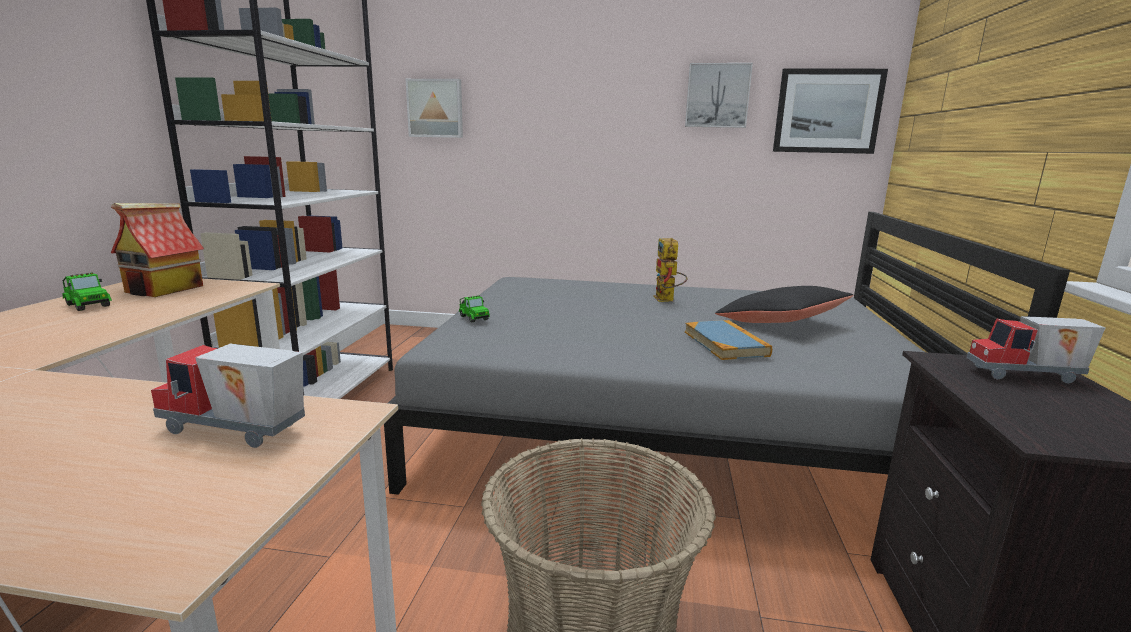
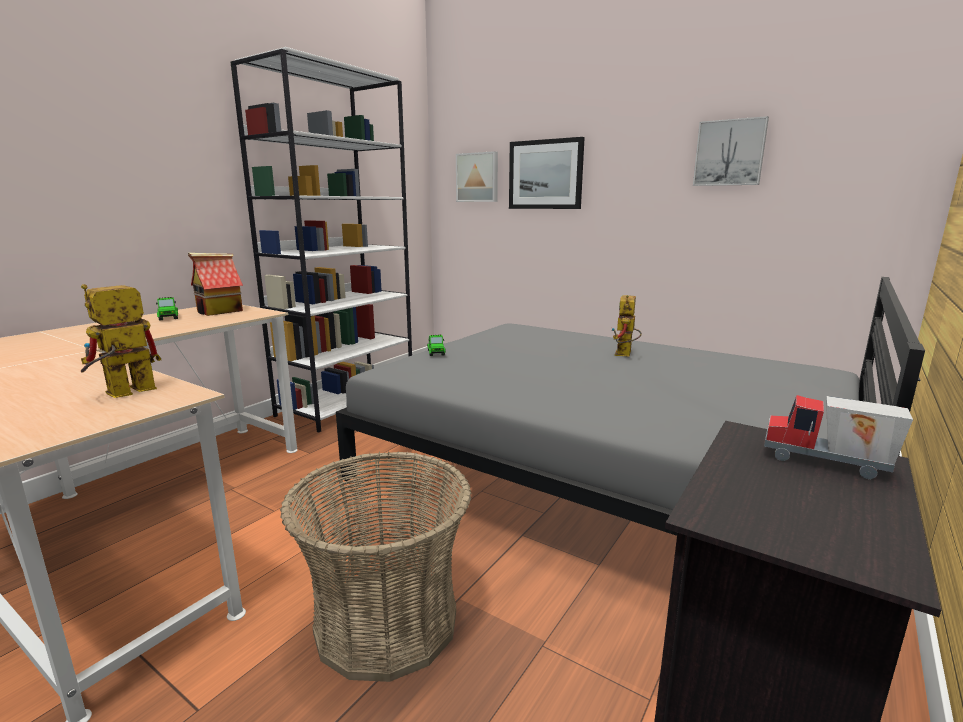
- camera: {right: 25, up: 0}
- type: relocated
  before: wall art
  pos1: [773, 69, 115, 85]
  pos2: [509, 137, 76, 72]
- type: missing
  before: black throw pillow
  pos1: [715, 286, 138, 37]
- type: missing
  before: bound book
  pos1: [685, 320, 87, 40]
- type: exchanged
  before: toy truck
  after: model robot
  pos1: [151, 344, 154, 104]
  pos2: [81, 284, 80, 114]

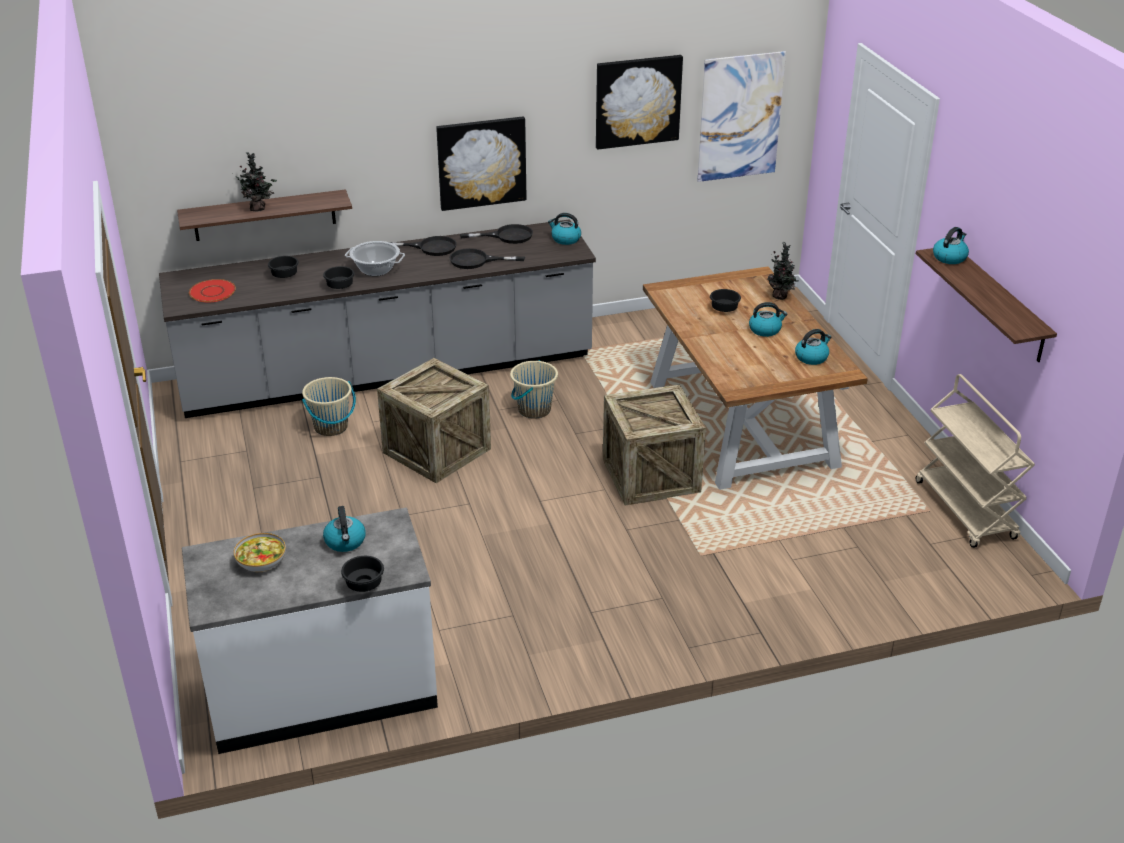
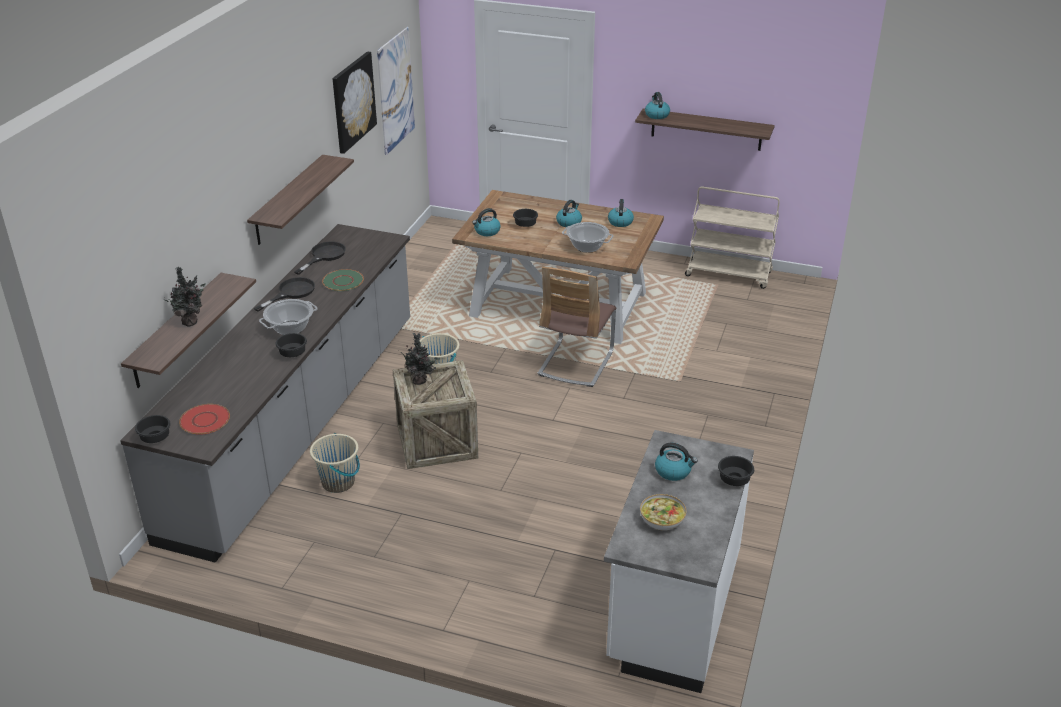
- camera: {right: -55, up: 0}
- type: exchanged
  before: wall art
  after: shelf
  pos1: [436, 117, 91, 94]
  pos2: [247, 155, 107, 90]
- type: relocated
  before: kettle
  pos1: [548, 213, 33, 32]
  pos2: [472, 208, 29, 28]
- type: relocated
  before: potted plant
  pos1: [767, 241, 31, 59]
  pos2: [401, 333, 39, 52]
- type: exchanged
  before: black pan
  after: green-coloured dinner plate
  pos1: [449, 248, 76, 21]
  pos2: [322, 269, 42, 22]
- type: relocated
  before: black deep dish
  pos1: [268, 256, 31, 22]
  pos2: [135, 415, 35, 28]
- type: exchanged
  before: packing crate
  after: upright chair
  pos1: [603, 385, 103, 120]
  pos2: [538, 267, 78, 120]
- type: appeared
  after: saucepot
  pos2: [562, 222, 51, 31]

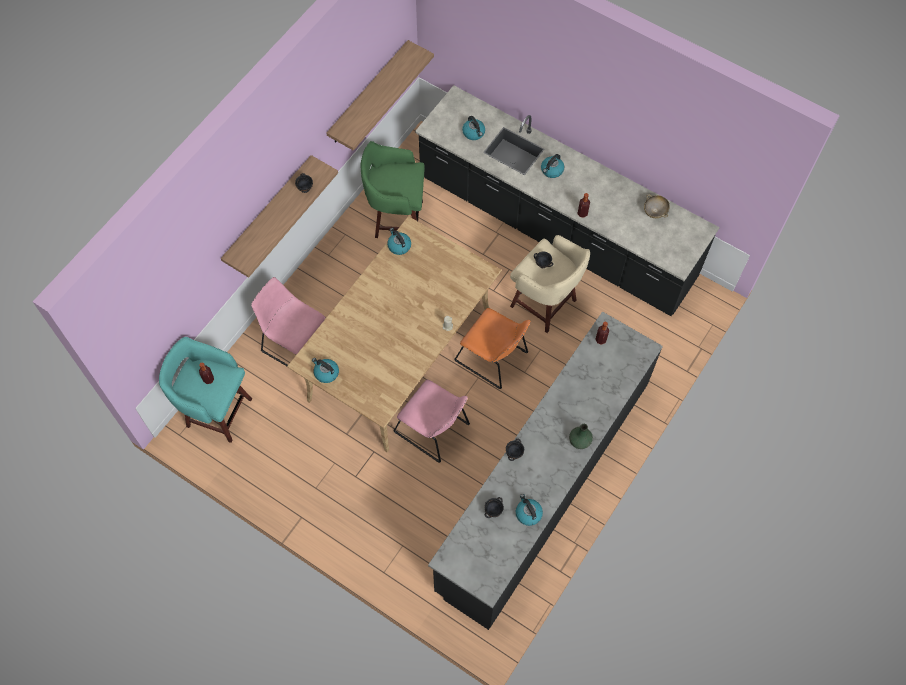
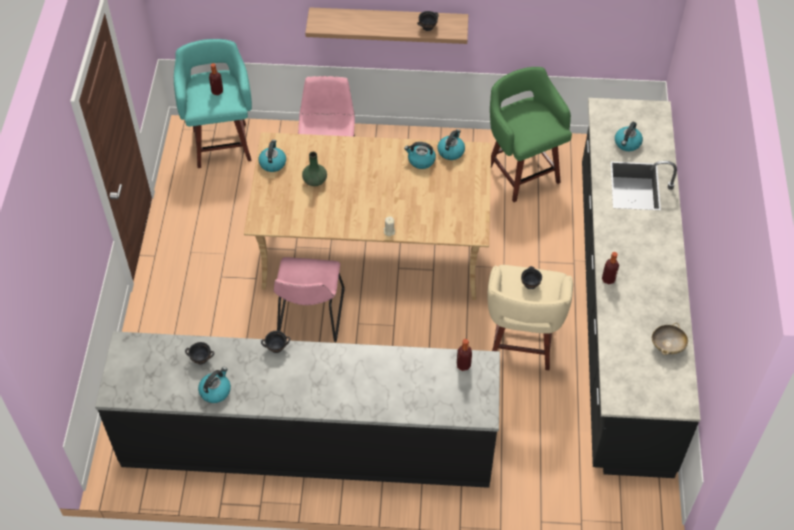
- camera: {right: 60, up: -10}
- type: missing
  before: shelf
  pos1: [326, 40, 108, 111]
- type: relocated
  before: kettle
  pos1: [541, 154, 23, 24]
  pos2: [404, 142, 32, 27]
- type: missing
  before: orangey upright chair
  pos1: [454, 308, 77, 81]
- type: relocated
  before: green-coloured vase
  pos1: [569, 424, 24, 25]
  pos2: [302, 152, 25, 34]

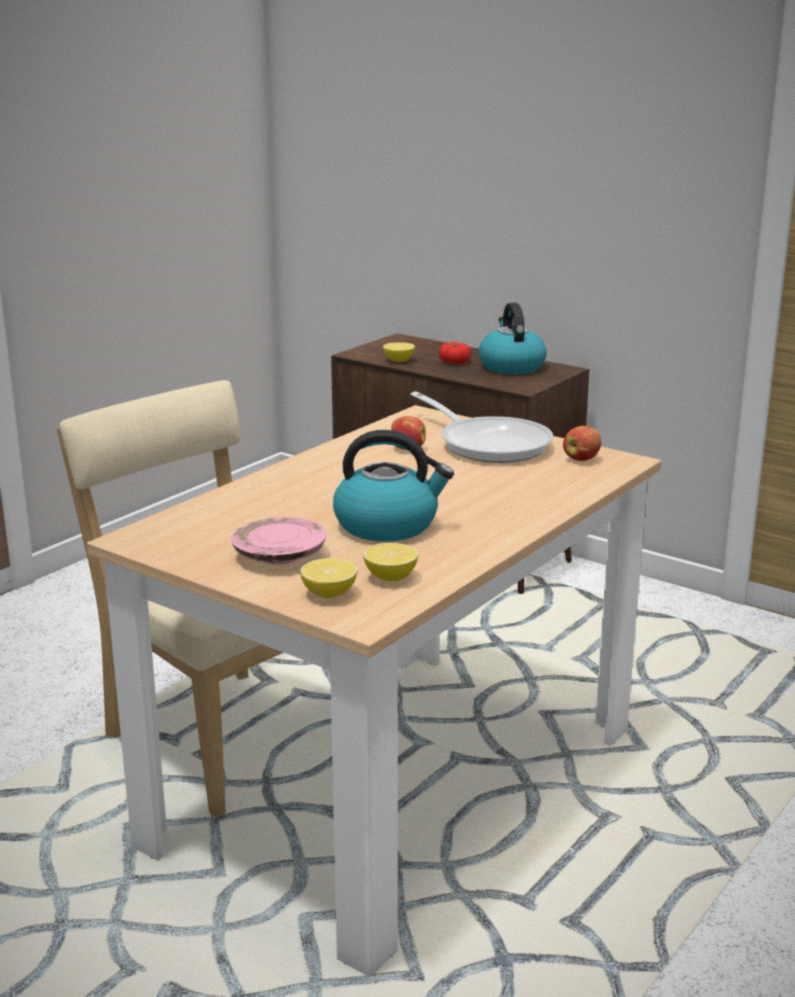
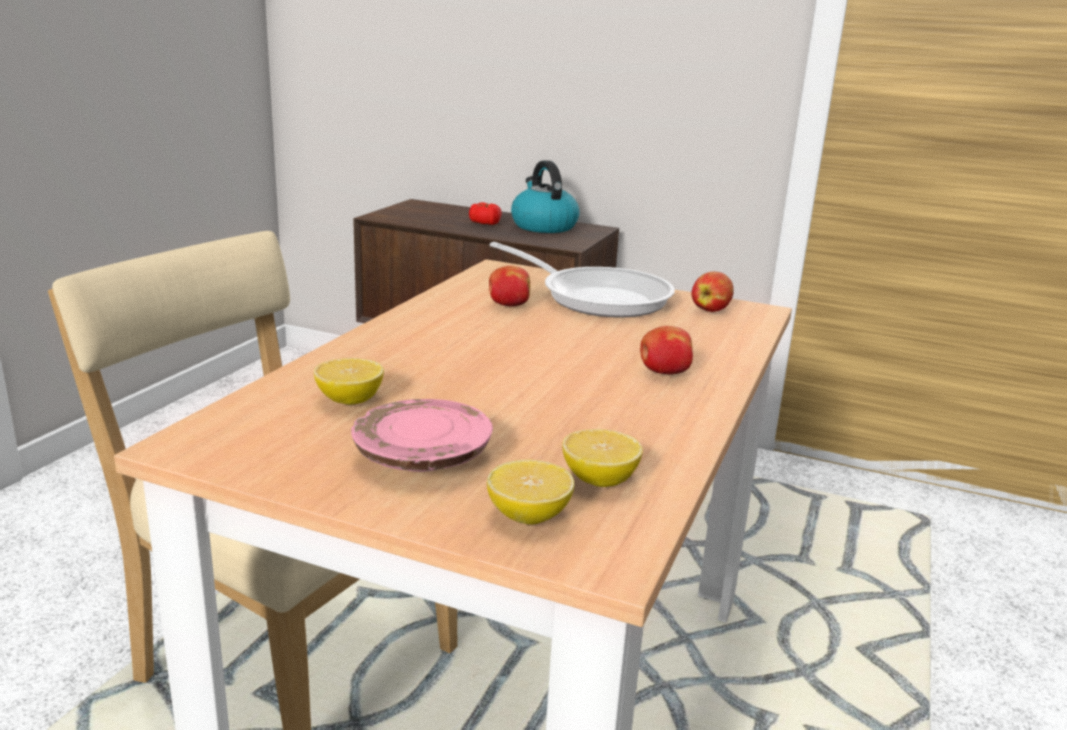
- camera: {right: -15, up: 0}
- type: relocated
  before: lemon
  pos1: [383, 342, 32, 20]
  pos2: [314, 358, 70, 47]
- type: missing
  before: kettle
  pos1: [333, 430, 121, 111]
- type: appeared
  after: whole apple
  pos2: [640, 326, 53, 49]

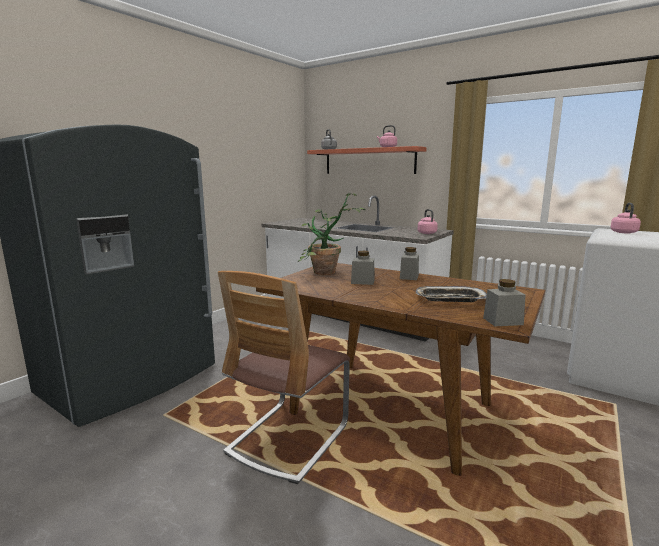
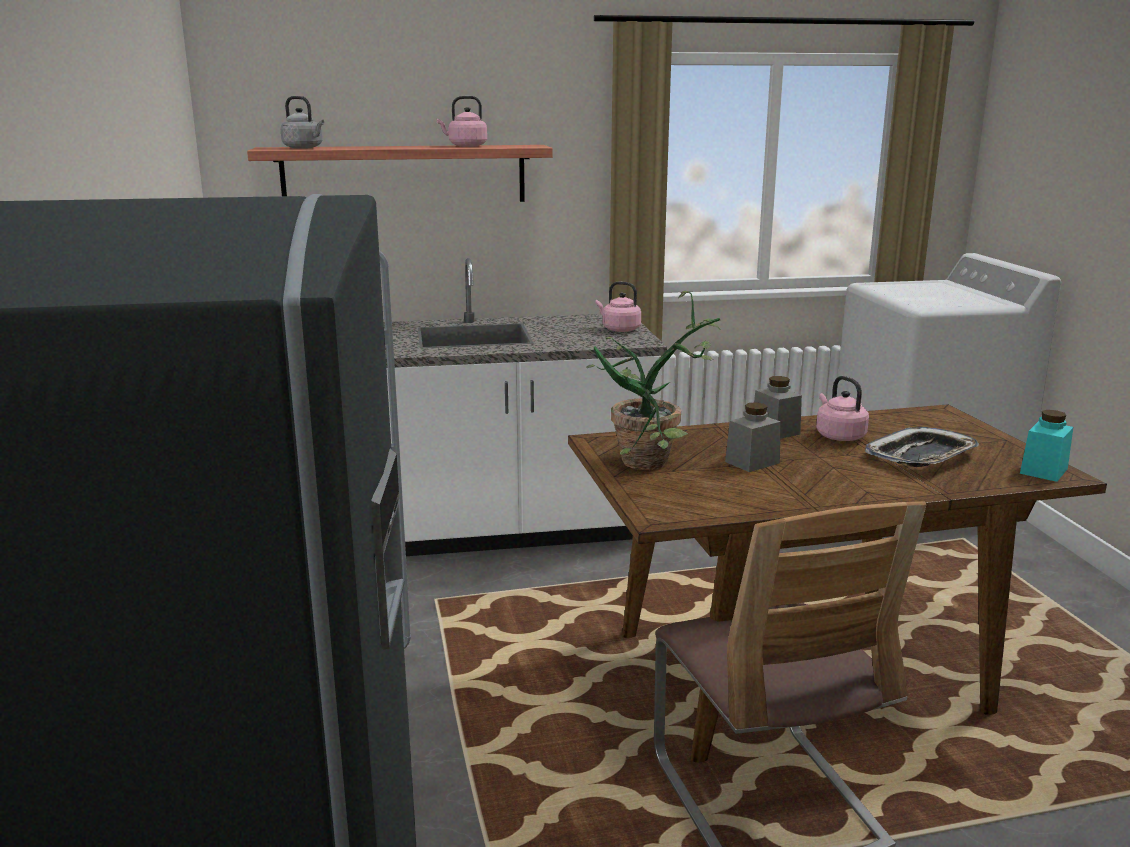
- camera: {right: -45, up: 5}
- type: relocated
  before: pinkish kettle
  pos1: [611, 203, 30, 30]
  pos2: [816, 376, 53, 65]
- type: colour
  before: greyish preserve jar
  after: turquoise preserve jar
  pos1: [483, 279, 43, 47]
  pos2: [1020, 410, 53, 72]

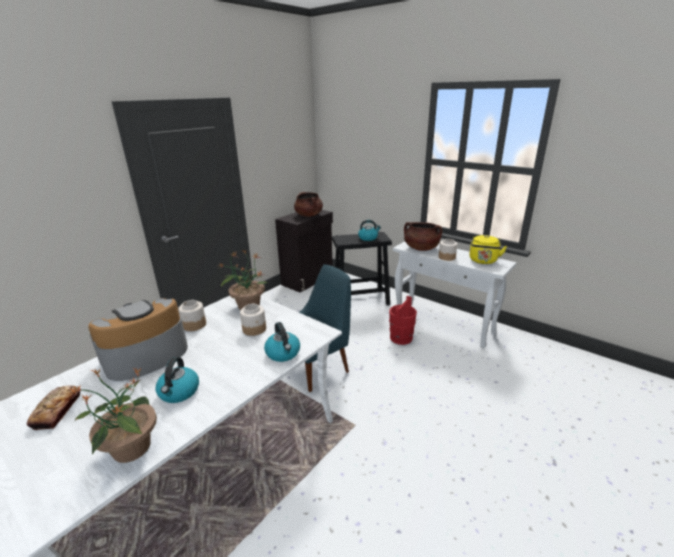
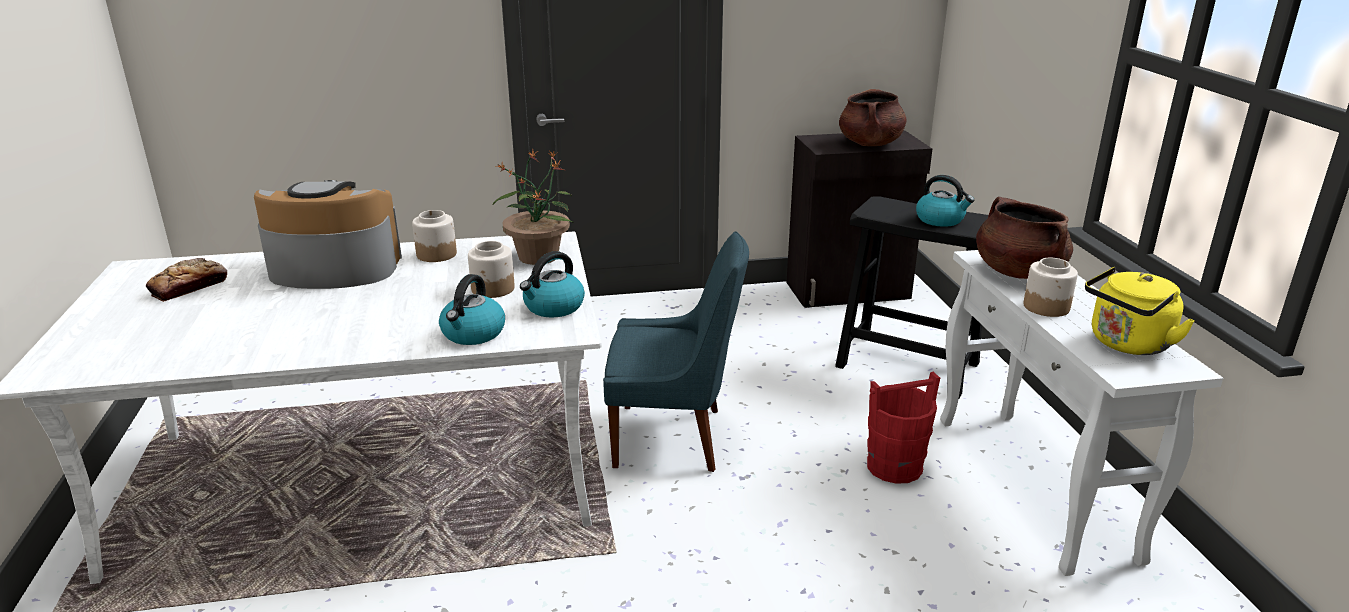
- camera: {right: 40, up: 0}
- type: relocated
  before: kettle
  pos1: [156, 357, 43, 46]
  pos2: [520, 251, 65, 66]
- type: missing
  before: potted plant
  pos1: [70, 368, 87, 95]

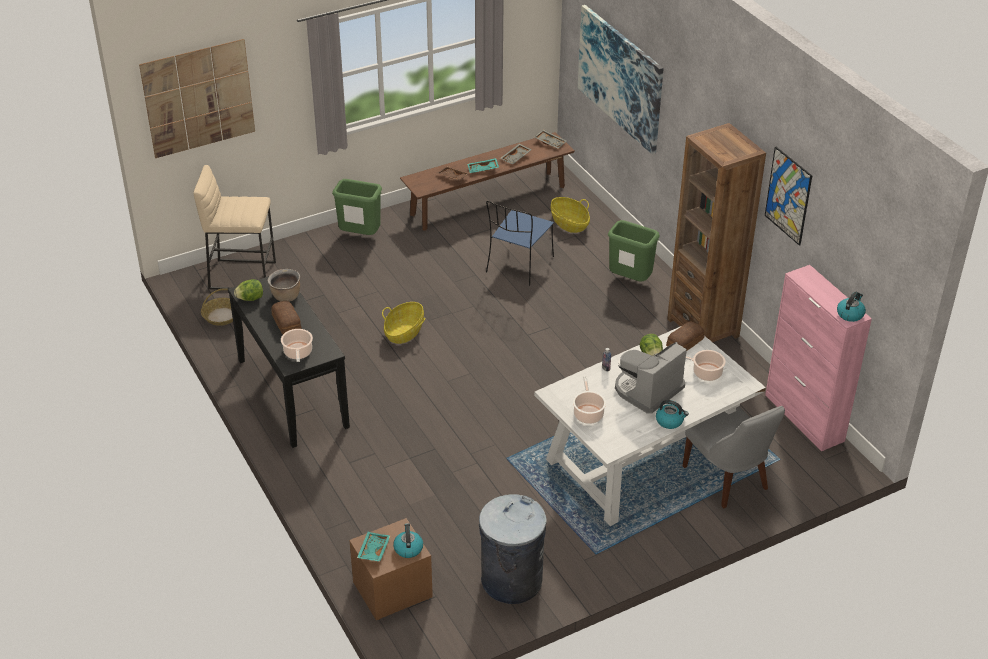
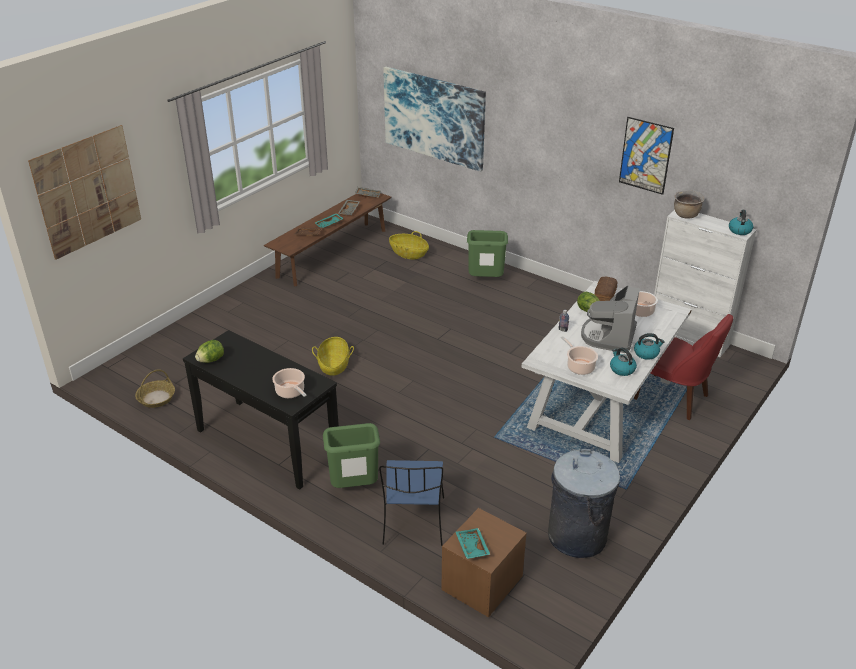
- camera: {right: -25, up: -5}
- type: missing
  before: brown bookshelf
  pos1: [667, 123, 99, 219]
- type: missing
  before: sand-coloured sitting stool
  pos1: [193, 165, 83, 125]
- type: relocated
  before: green-coloured trash can
  pos1: [332, 179, 50, 56]
  pos2: [323, 423, 57, 65]
- type: relocated
  before: blue upright chair
  pos1: [486, 201, 68, 85]
  pos2: [379, 460, 65, 86]
- type: colour
  before: pinkish storage cabinet
  after: whitish storage cabinet
  pos1: [765, 265, 107, 186]
  pos2: [654, 210, 102, 147]
- type: relocated
  before: brown saucepot
  pos1: [268, 269, 32, 33]
  pos2: [674, 190, 31, 29]
- type: missing
  before: bread
  pos1: [271, 301, 31, 33]
- type: colour
  before: greyish upright chair
  after: red-coloured upright chair
  pos1: [683, 406, 102, 102]
  pos2: [634, 314, 99, 106]
- type: relocated
  before: kettle
  pos1: [393, 523, 30, 35]
  pos2: [610, 348, 27, 28]

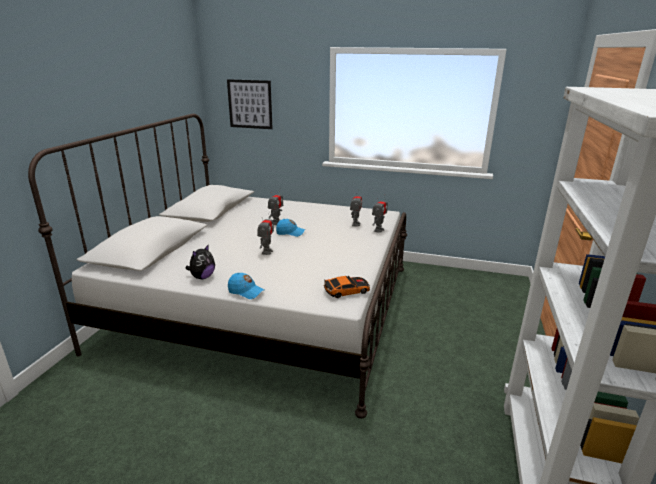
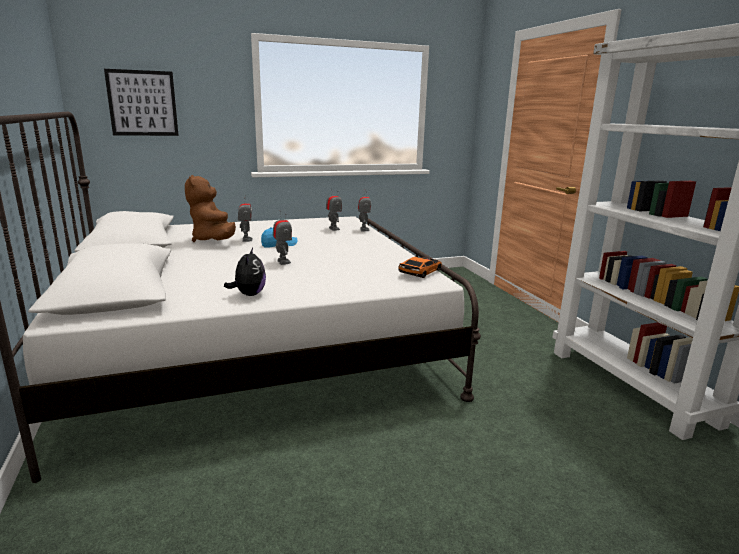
- camera: {right: -35, up: -5}
- type: missing
  before: blue cap
  pos1: [228, 273, 36, 26]
- type: appeared
  after: brown plush toy
  pos2: [185, 175, 51, 67]

